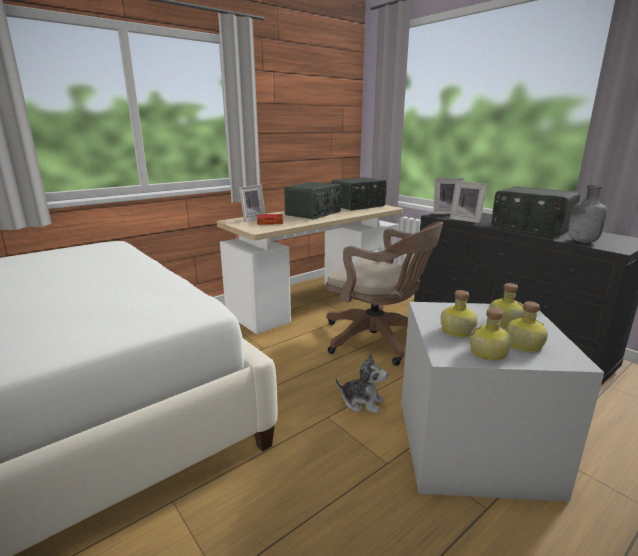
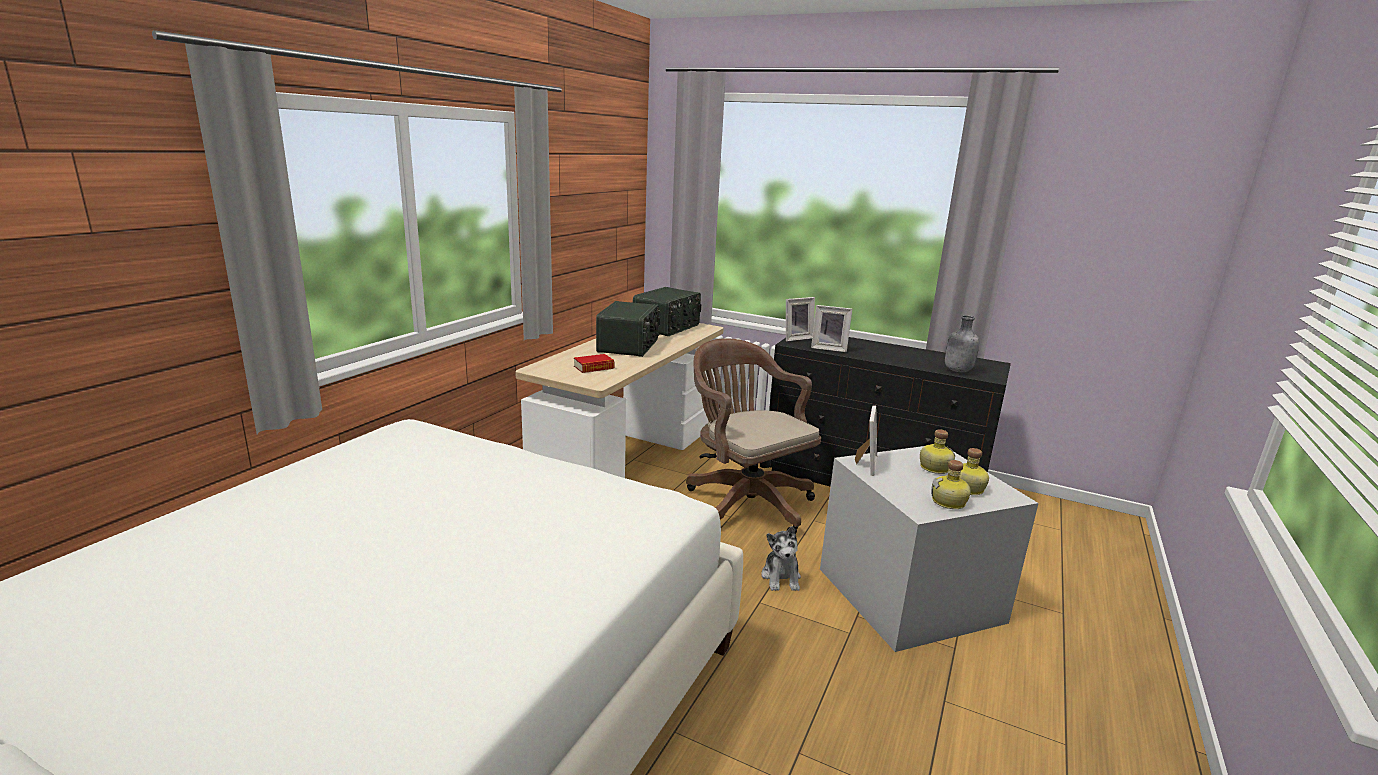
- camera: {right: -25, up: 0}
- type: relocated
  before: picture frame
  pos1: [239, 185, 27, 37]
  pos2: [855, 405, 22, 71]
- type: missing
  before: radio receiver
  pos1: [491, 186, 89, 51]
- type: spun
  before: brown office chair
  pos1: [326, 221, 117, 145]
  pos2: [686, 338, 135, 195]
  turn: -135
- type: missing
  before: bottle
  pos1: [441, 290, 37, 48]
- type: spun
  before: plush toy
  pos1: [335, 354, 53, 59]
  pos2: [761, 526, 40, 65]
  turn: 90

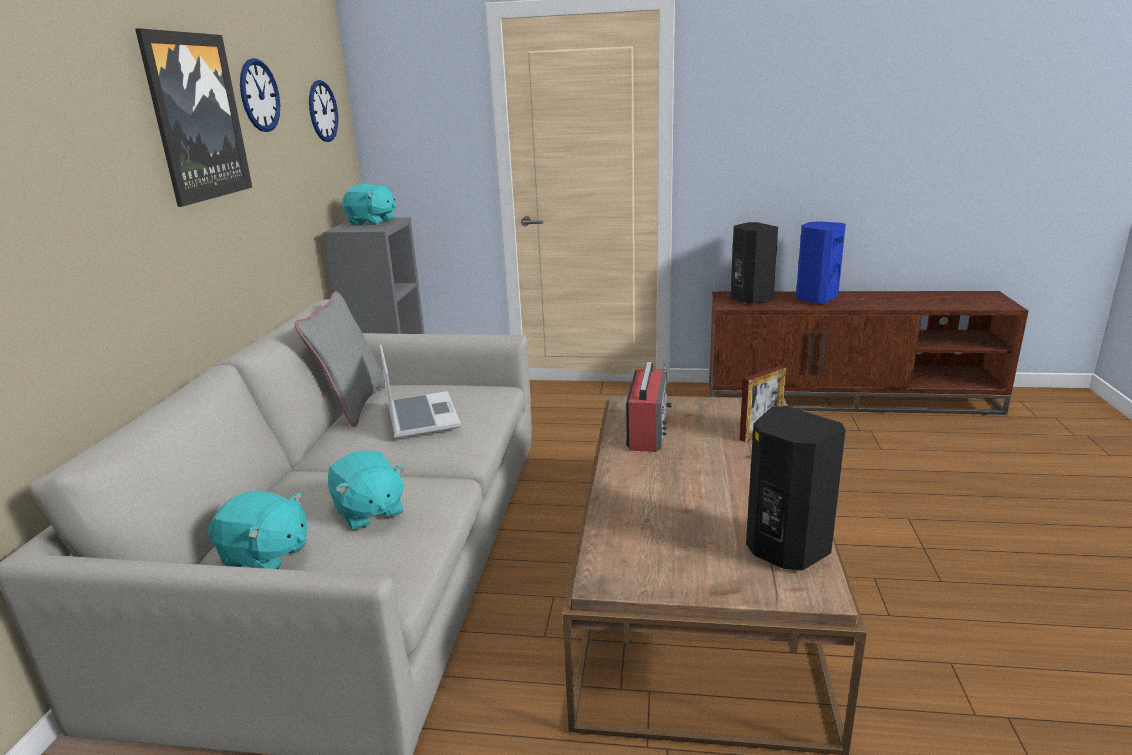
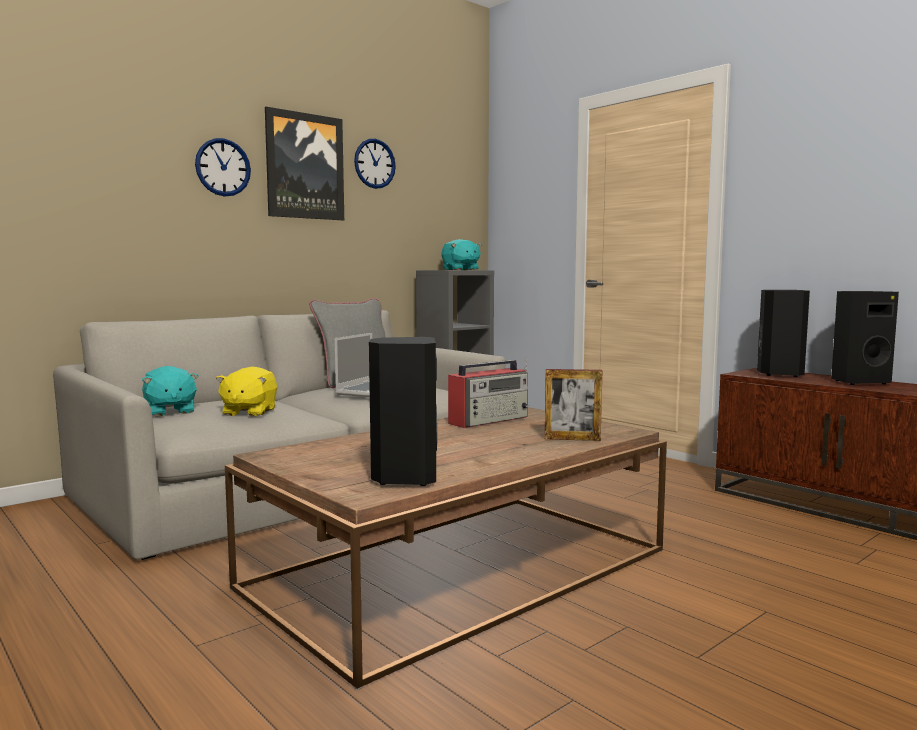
- camera: {right: 40, up: -15}
- type: relocated
  before: wall clock
  pos1: [309, 80, 29, 62]
  pos2: [195, 138, 56, 59]
- type: colour
  before: blue loudspeaker
  after: black loudspeaker
  pos1: [796, 221, 50, 83]
  pos2: [831, 291, 68, 94]
- type: colour
  before: turquoise plush toy
  after: yellow plush toy
  pos1: [328, 450, 77, 80]
  pos2: [216, 367, 61, 50]

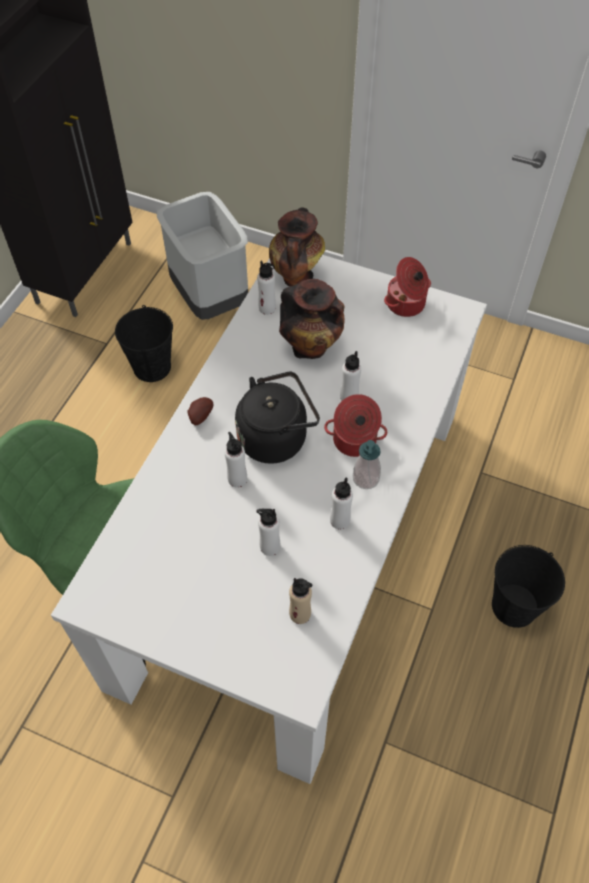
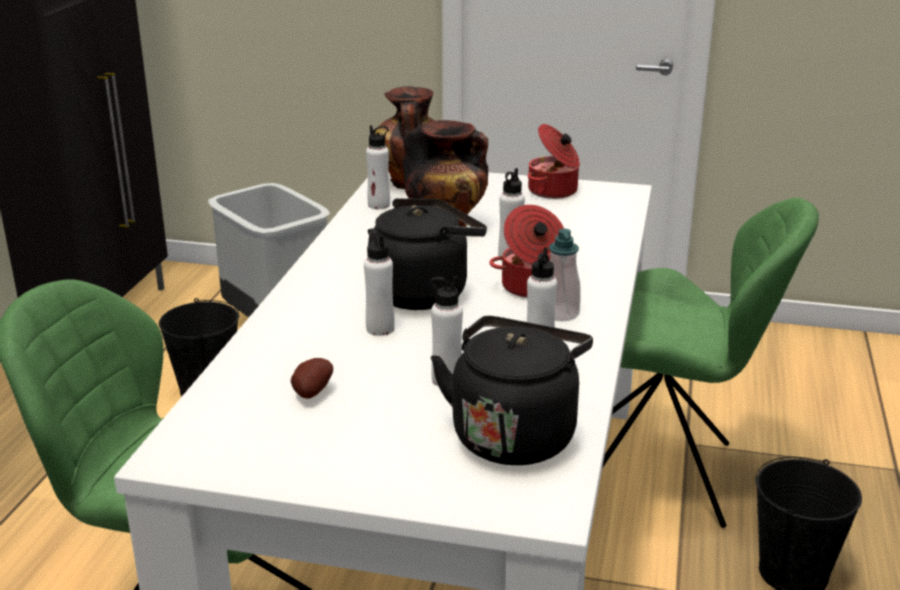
- camera: {right: -10, up: -30}
- type: relocated
  before: whole potato
  pos1: [187, 397, 27, 28]
  pos2: [291, 358, 42, 41]
- type: exchanged
  before: sand-coloured bottle
  after: black kettle
  pos1: [289, 578, 23, 46]
  pos2: [431, 316, 162, 149]
- type: appeared
  after: green-coloured upright chair
  pos2: [602, 198, 217, 330]

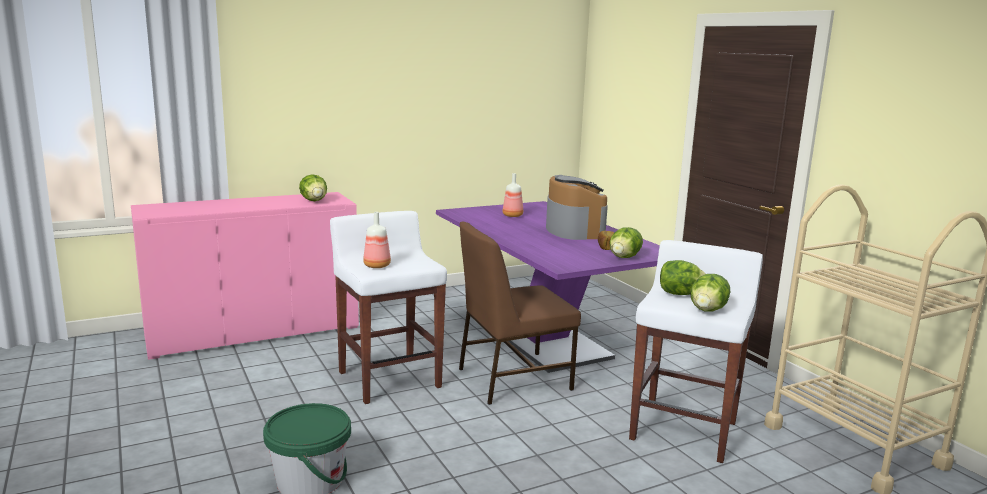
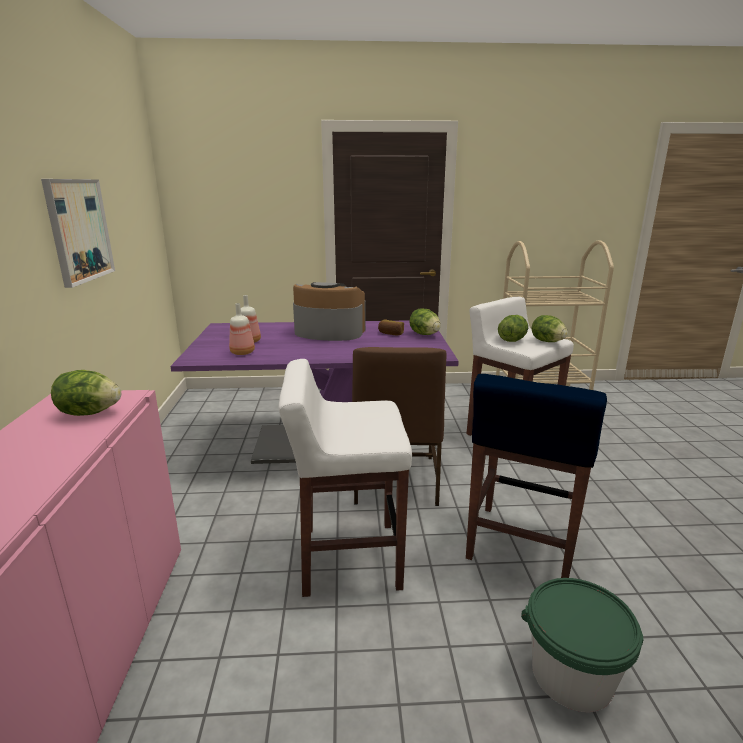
- camera: {right: -65, up: 5}
- type: relocated
  before: bottle
  pos1: [363, 212, 28, 56]
  pos2: [229, 303, 26, 52]
- type: appeared
  after: wall art
  pos2: [41, 179, 74, 109]
- type: appeared
  after: blue sitting stool
  pos2: [466, 374, 141, 204]

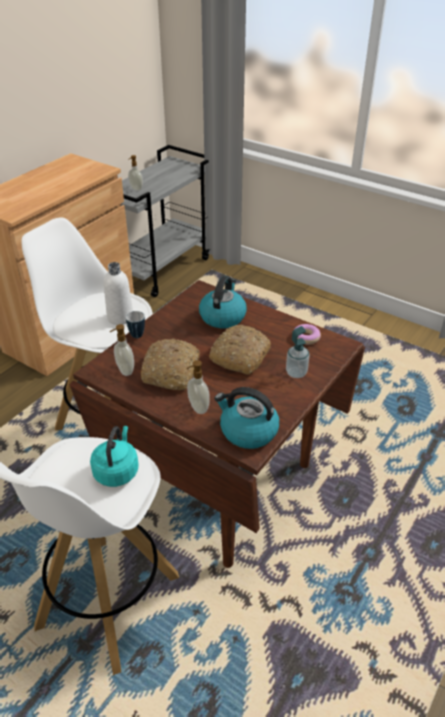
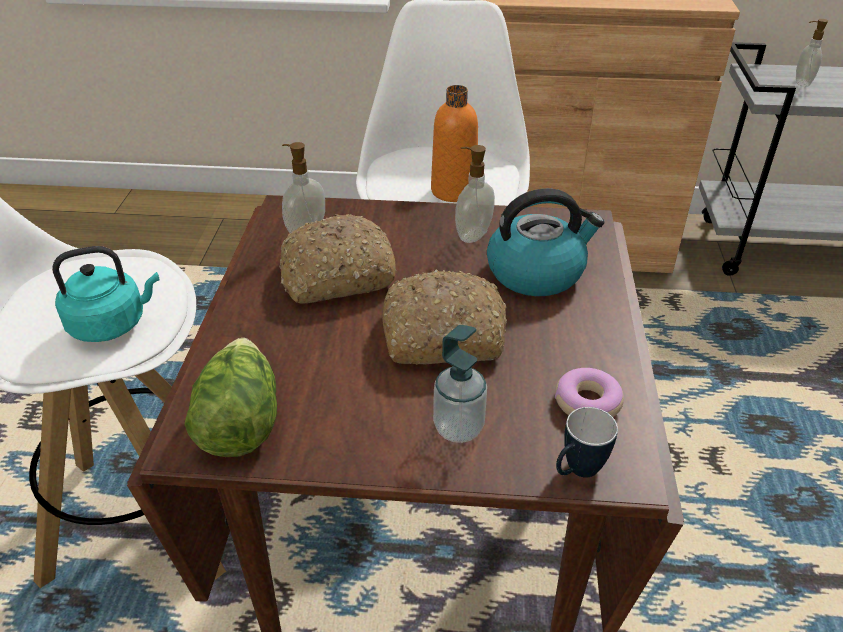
- camera: {right: 60, up: 0}
- type: colour
  before: whitish bottle
  after: orangey bottle
  pos1: [104, 262, 29, 63]
  pos2: [431, 85, 47, 117]
- type: relocated
  before: coffee mug
  pos1: [126, 311, 19, 28]
  pos2: [556, 407, 62, 70]
- type: relocated
  before: soap dispenser
  pos1: [186, 360, 24, 54]
  pos2: [455, 145, 40, 98]
- type: exchanged
  before: kettle
  after: lettuce head
  pos1: [214, 387, 65, 62]
  pos2: [185, 338, 92, 119]

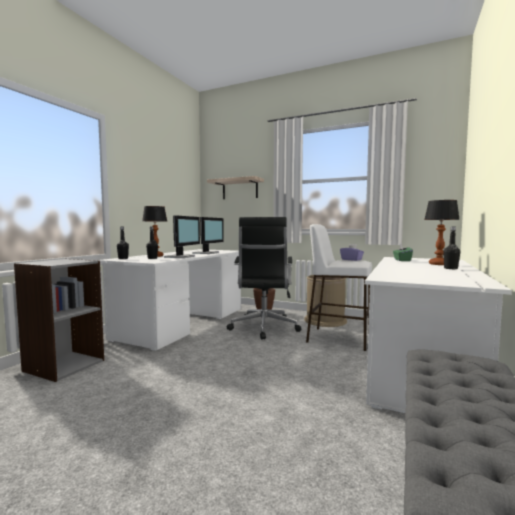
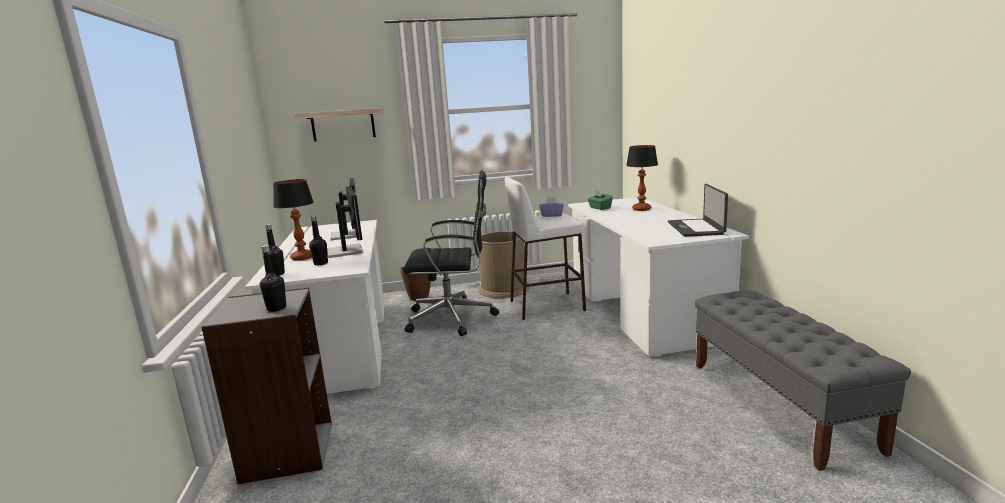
- camera: {right: -35, up: 10}
- type: spun
  before: black office chair
  pos1: [227, 217, 74, 122]
  pos2: [403, 171, 96, 165]
  turn: -60
- type: relocated
  before: black bottle
  pos1: [443, 227, 17, 42]
  pos2: [260, 245, 26, 67]
- type: appeared
  after: notebook computer
  pos2: [668, 184, 60, 53]

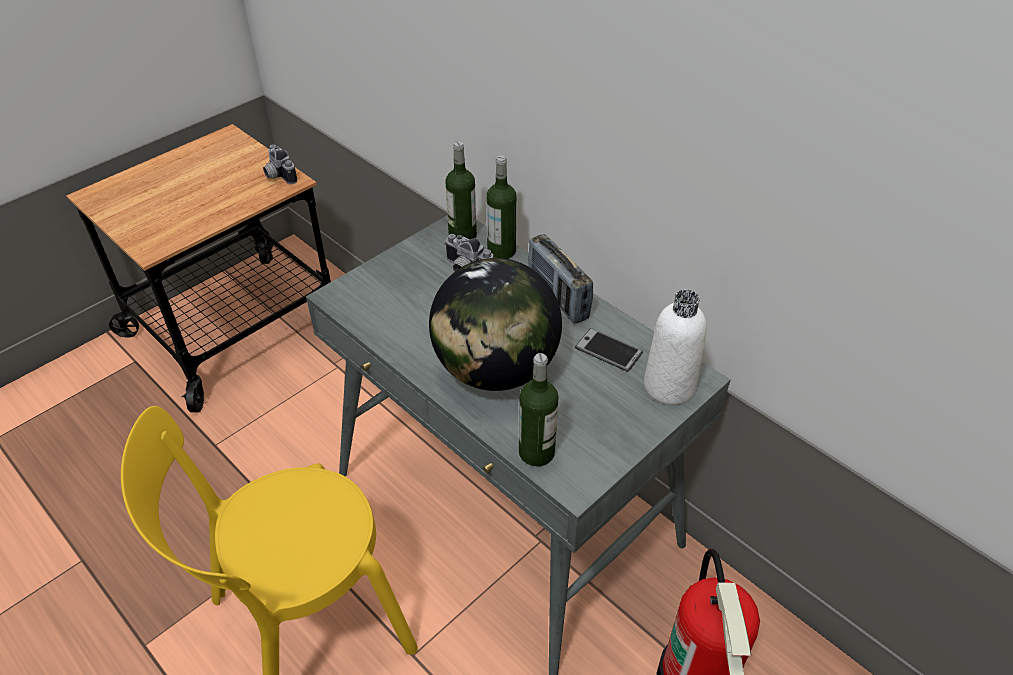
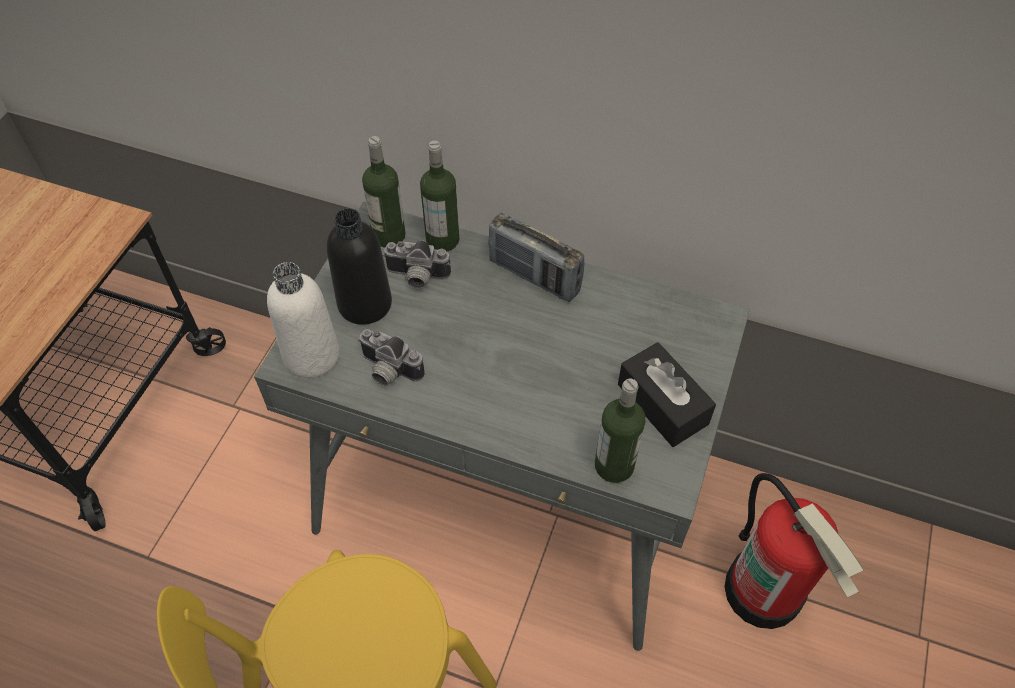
- camera: {right: -25, up: 10}
- type: relocated
  before: photo camera
  pos1: [263, 144, 34, 40]
  pos2: [358, 329, 67, 57]
- type: missing
  before: globe
  pos1: [429, 258, 133, 133]
- type: relocated
  before: whitish bottle
  pos1: [644, 289, 63, 116]
  pos2: [267, 262, 73, 116]
- type: missing
  before: phone
  pos1: [575, 328, 68, 44]
- type: appeared
  after: black bottle
  pos2: [327, 208, 65, 117]
- type: appeared
  after: black box of tissues
  pos2: [618, 342, 98, 105]

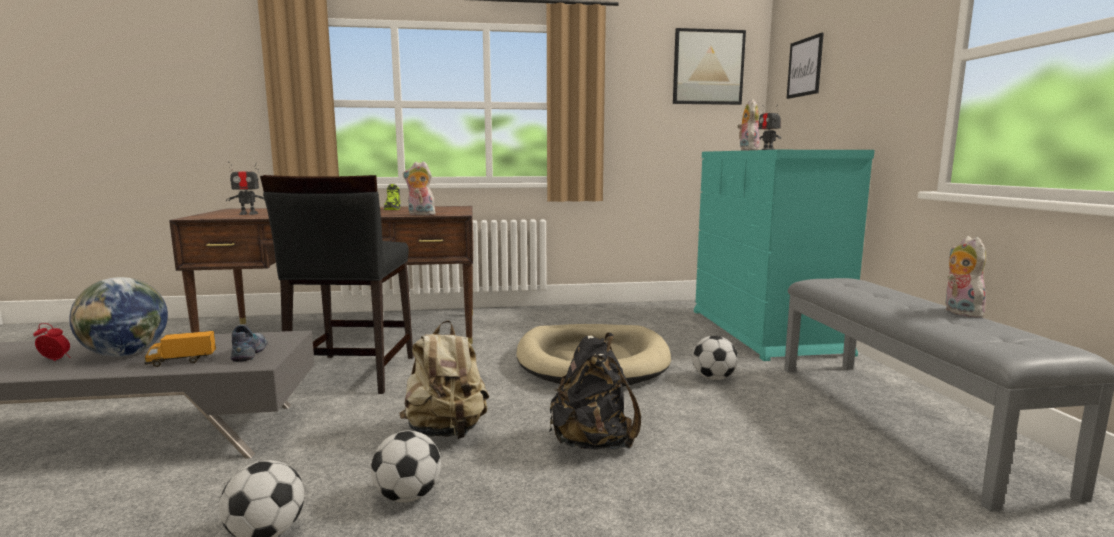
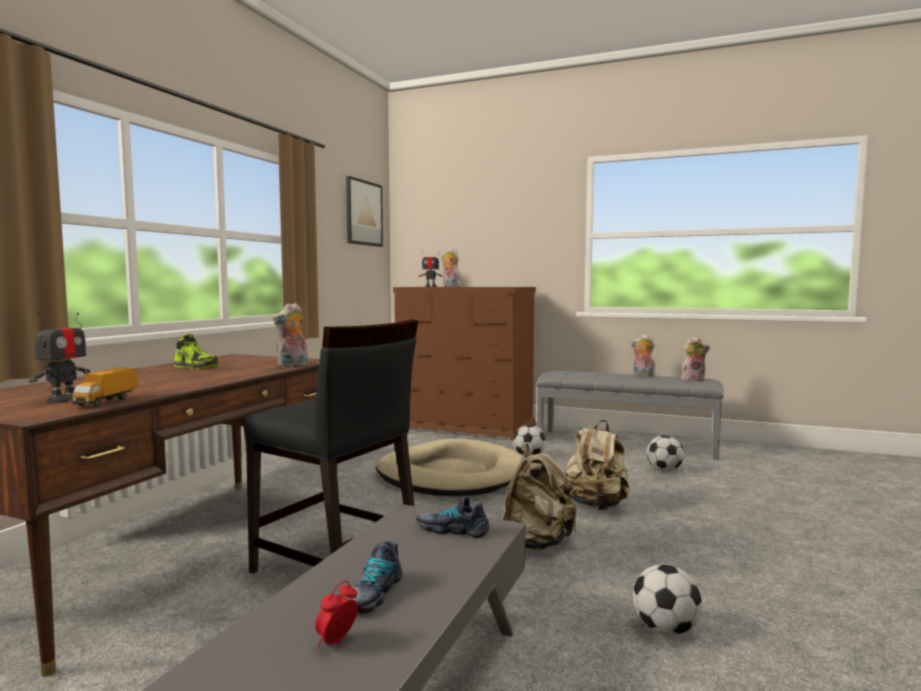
- camera: {right: -60, up: -5}
- type: missing
  before: wall art
  pos1: [787, 33, 37, 66]
- type: colour
  before: turquoise drawer chest
  after: brown drawer chest
  pos1: [694, 150, 181, 211]
  pos2: [393, 287, 143, 154]
- type: exchanged
  before: globe
  after: low shoe
  pos1: [69, 277, 99, 80]
  pos2: [345, 540, 58, 74]
- type: relocated
  before: toy truck
  pos1: [145, 331, 71, 36]
  pos2: [72, 368, 66, 39]
- type: colour
  before: black knapsack
  after: sand-coloured knapsack
  pos1: [549, 333, 92, 116]
  pos2: [565, 420, 65, 90]
- type: relocated
  before: ball for football
  pos1: [371, 430, 70, 73]
  pos2: [647, 435, 37, 36]
- type: appeared
  after: plush toy
  pos2: [682, 337, 28, 45]

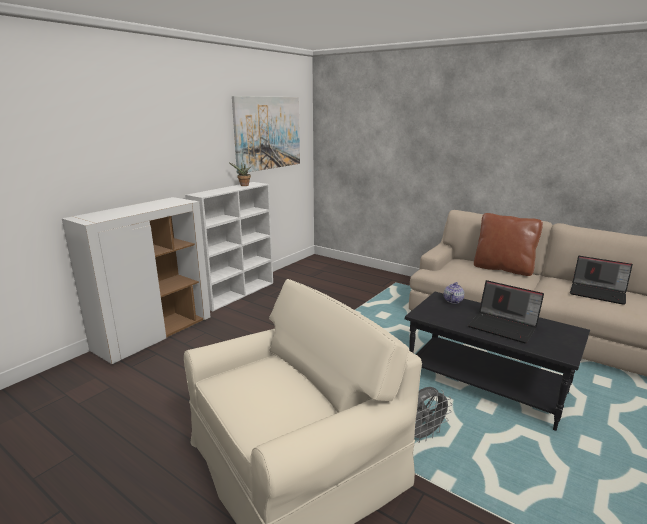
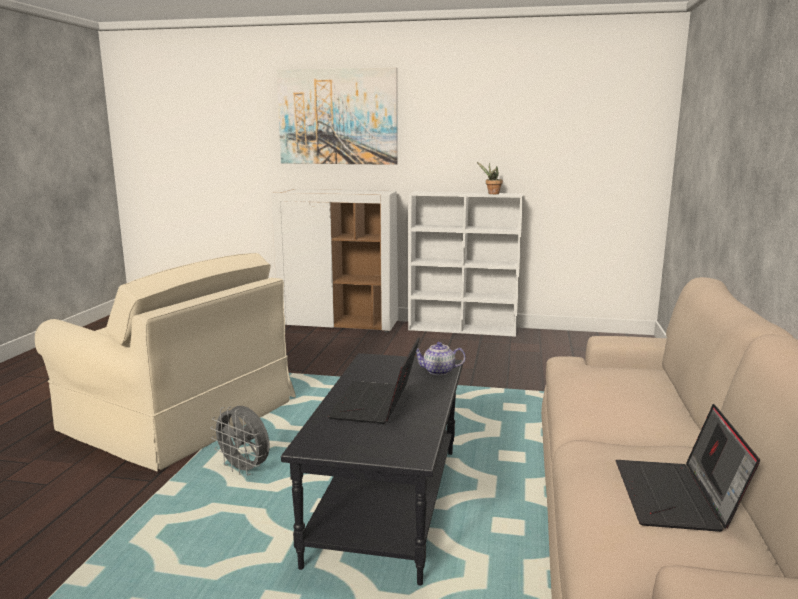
- camera: {right: 65, up: -5}
- type: relocated
  before: wall art
  pos1: [232, 96, 68, 78]
  pos2: [277, 67, 121, 98]
- type: missing
  before: brown throw pillow
  pos1: [474, 213, 69, 63]

